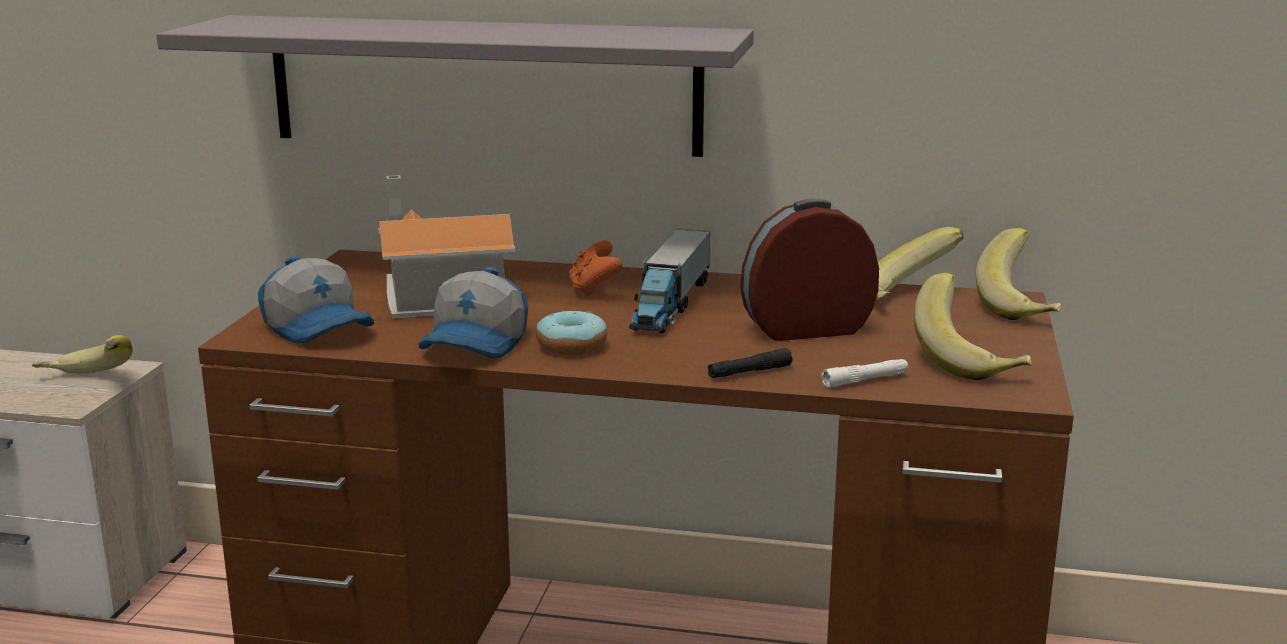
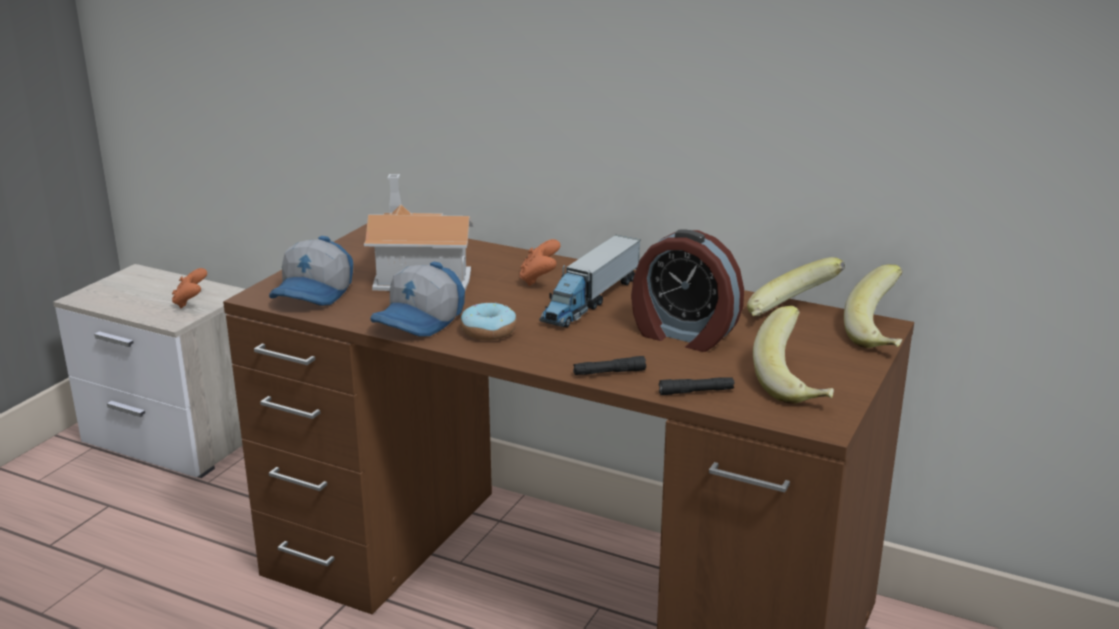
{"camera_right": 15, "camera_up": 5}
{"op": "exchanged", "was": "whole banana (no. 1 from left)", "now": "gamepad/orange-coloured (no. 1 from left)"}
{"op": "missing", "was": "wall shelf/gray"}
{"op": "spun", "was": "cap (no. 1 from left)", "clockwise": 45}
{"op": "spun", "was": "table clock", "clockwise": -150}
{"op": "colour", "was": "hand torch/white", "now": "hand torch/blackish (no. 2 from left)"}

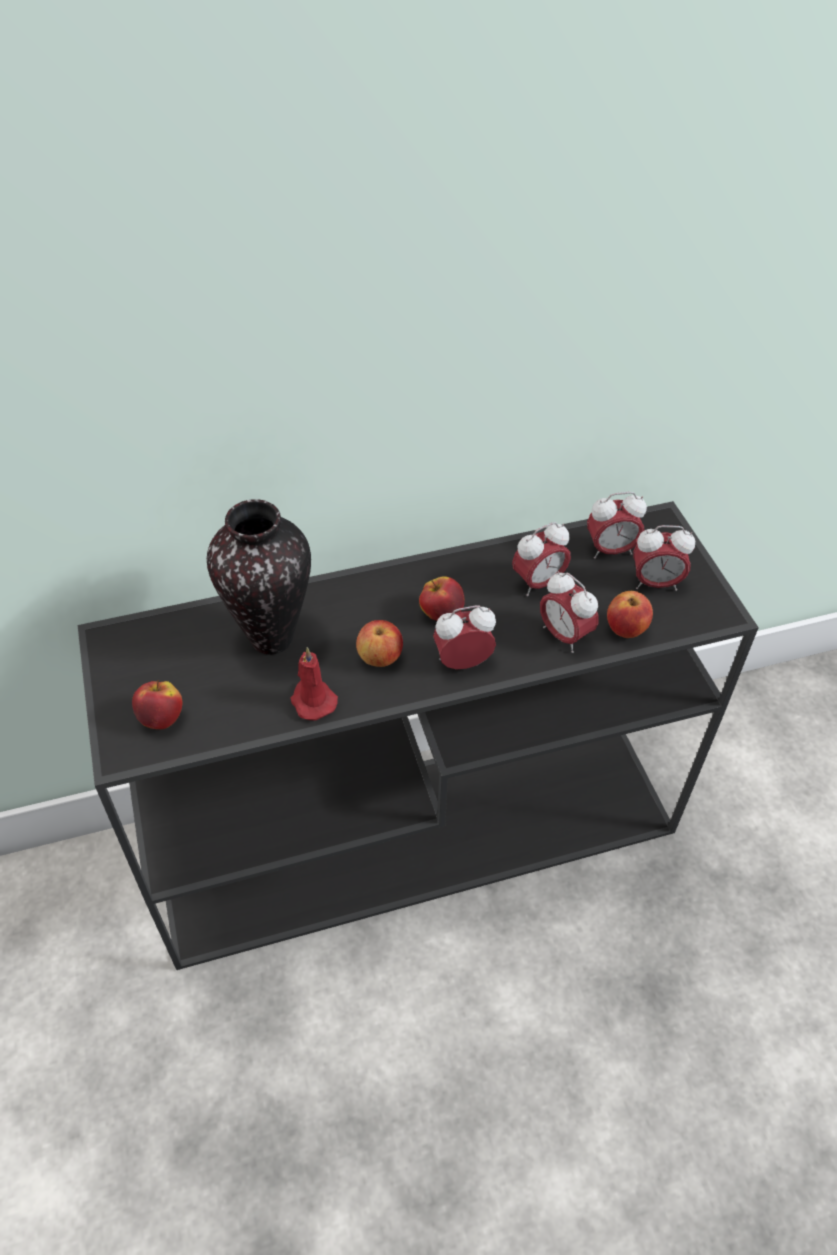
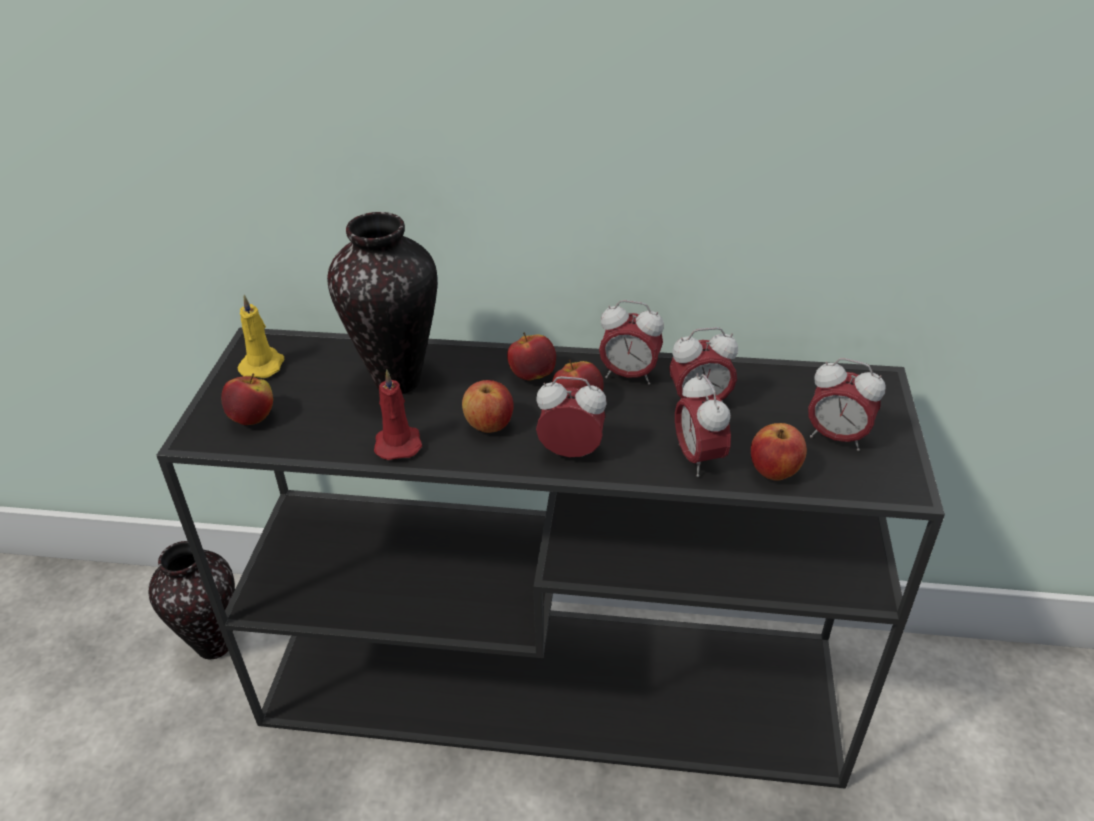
{"camera_right": 25, "camera_up": -10}
{"op": "relocated", "was": "table clock (no. 4 from left in the first image)", "now": "table clock (no. 2 from left)"}
{"op": "appeared", "now": "decorative vase (no. 1 from left)"}
{"op": "appeared", "now": "wax candle/yellow"}
{"op": "appeared", "now": "apple (no. 3 from left)"}

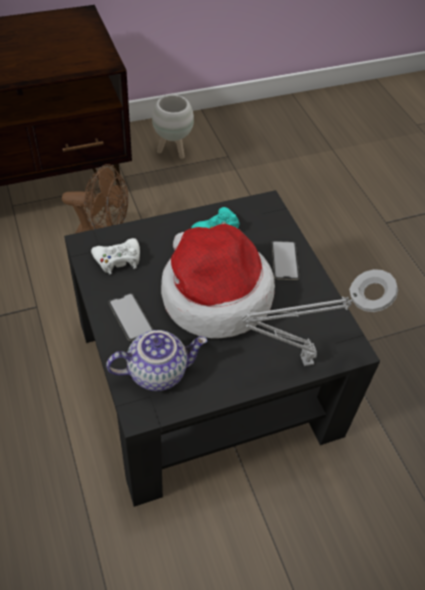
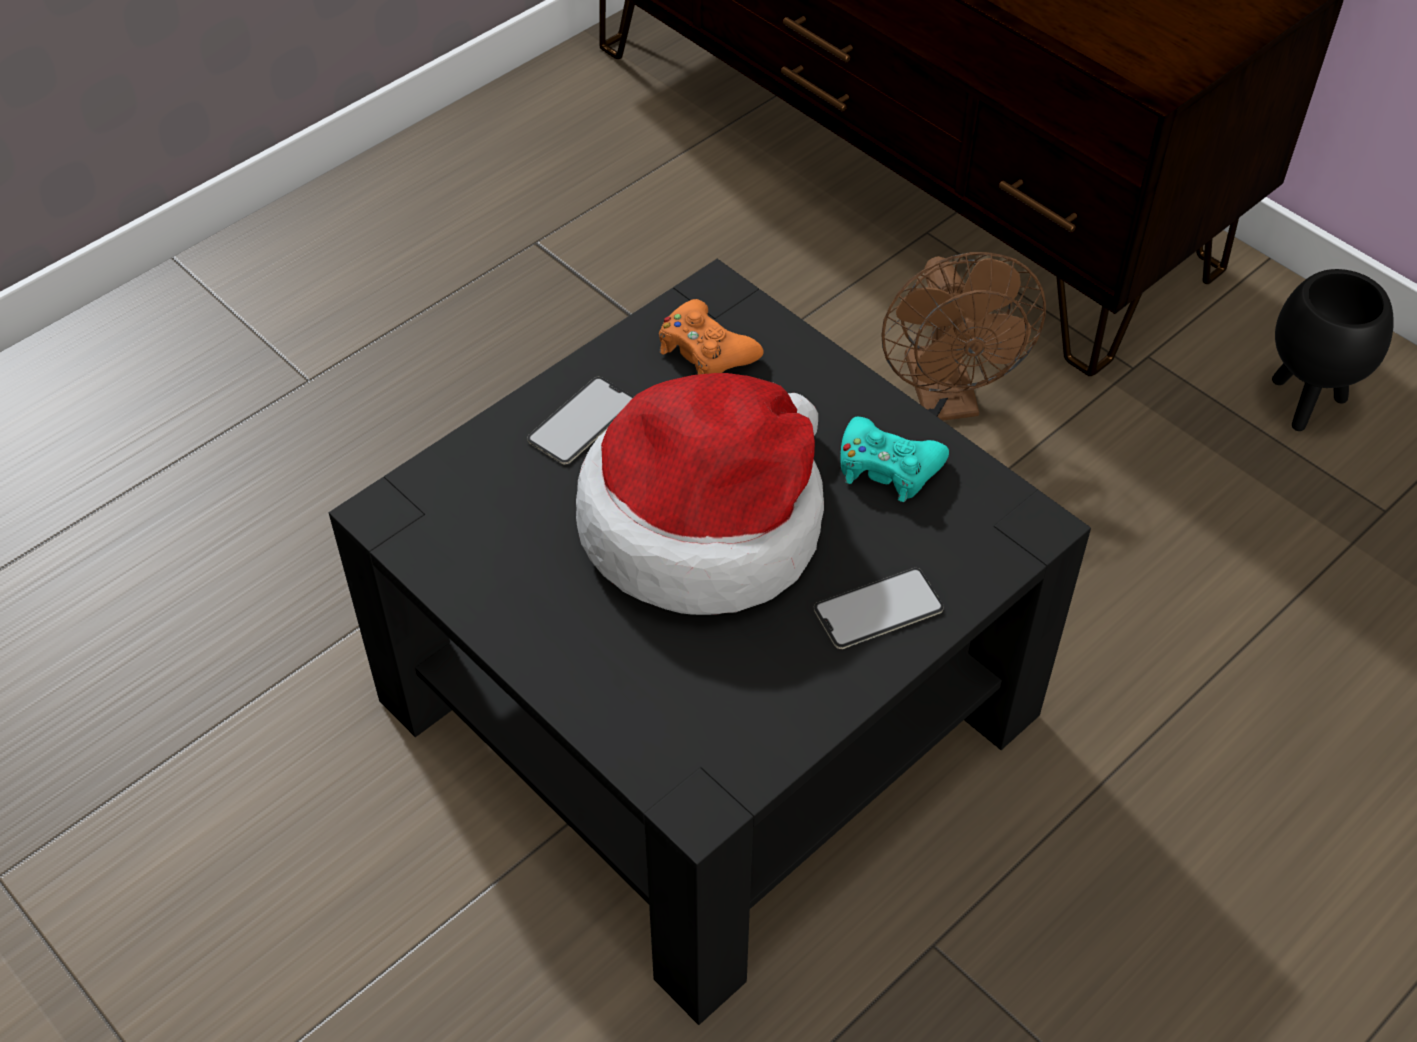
{"camera_right": 70, "camera_up": 0}
{"op": "colour", "was": "gamepad/white", "now": "gamepad/orange-coloured"}
{"op": "missing", "was": "tea pot"}
{"op": "colour", "was": "planter/white", "now": "planter/blackish"}
{"op": "missing", "was": "lamp for a table/gray"}

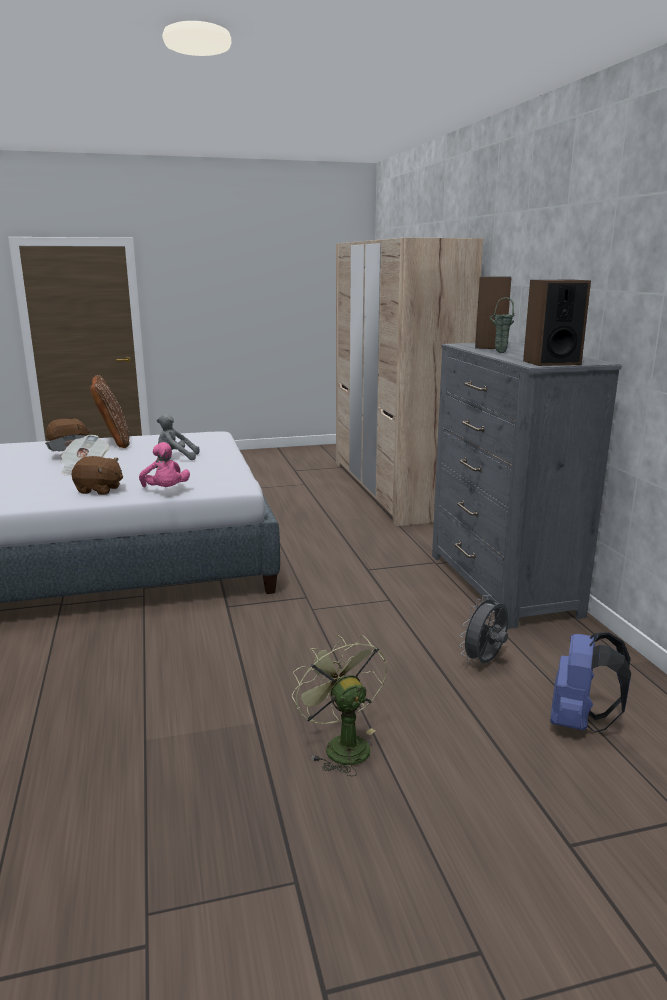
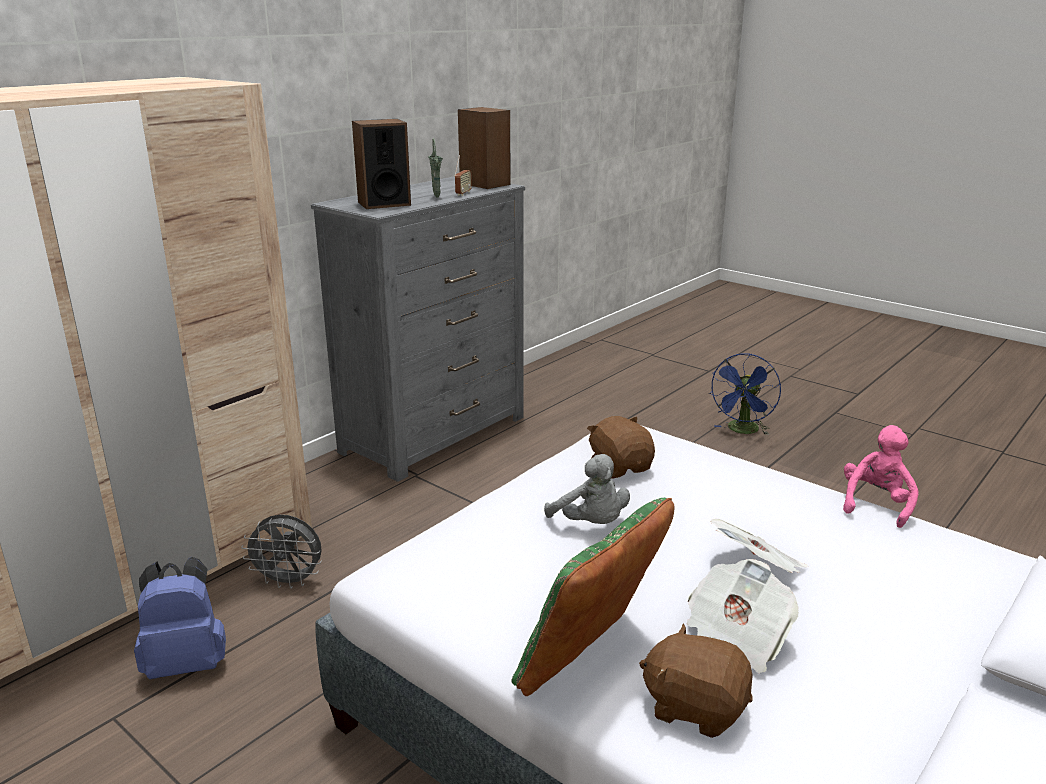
{"camera_right": -125, "camera_up": 5}
{"op": "relocated", "was": "plush toy/brown-coloured (no. 2 from left in the first image)", "now": "plush toy/brown-coloured (no. 1 from left)"}
{"op": "colour", "was": "pillow/brown-coloured", "now": "pillow/green"}
{"op": "relocated", "was": "plush toy/pink"}
{"op": "colour", "was": "cooling fan/green", "now": "cooling fan/blue-coloured"}
{"op": "relocated", "was": "cooling fan/gray"}
{"op": "relocated", "was": "backpack/blue-coloured"}
{"op": "appeared", "now": "radio set"}

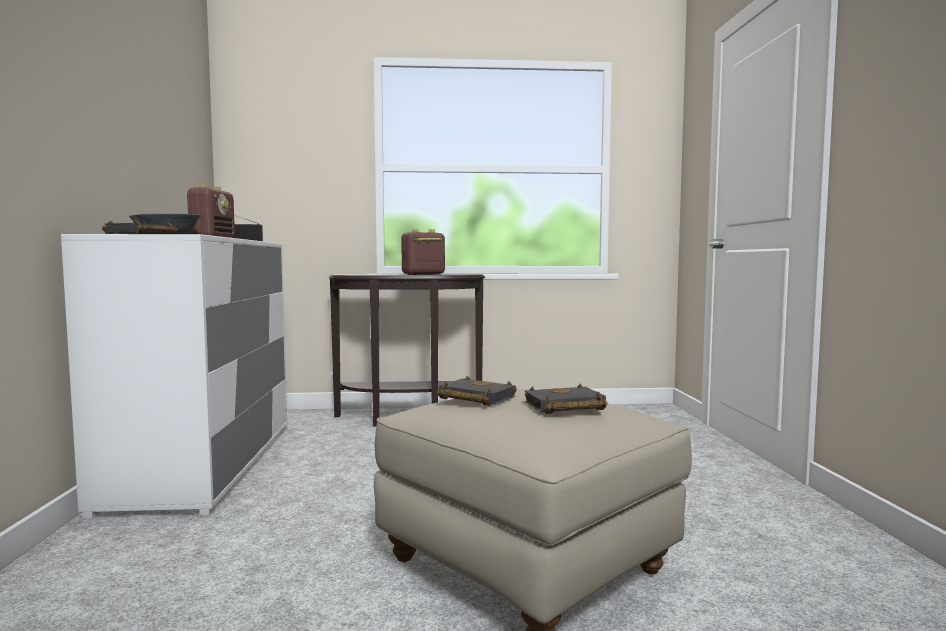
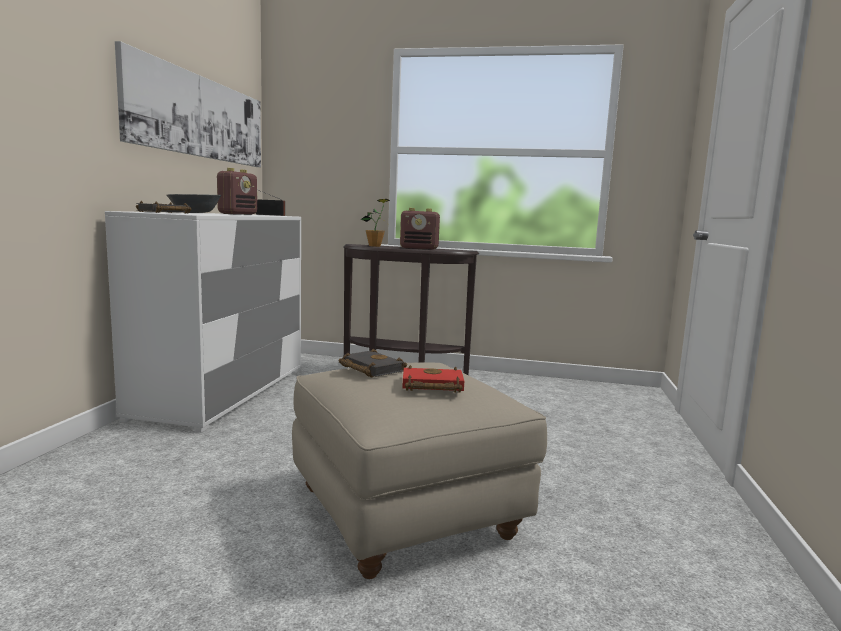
{"camera_right": 15, "camera_up": 5}
{"op": "spun", "was": "radio set (no. 3 from left)", "clockwise": -150}
{"op": "colour", "was": "book/blackish (no. 3 from left)", "now": "book/reddish"}
{"op": "appeared", "now": "wall picture"}
{"op": "appeared", "now": "potted plant"}

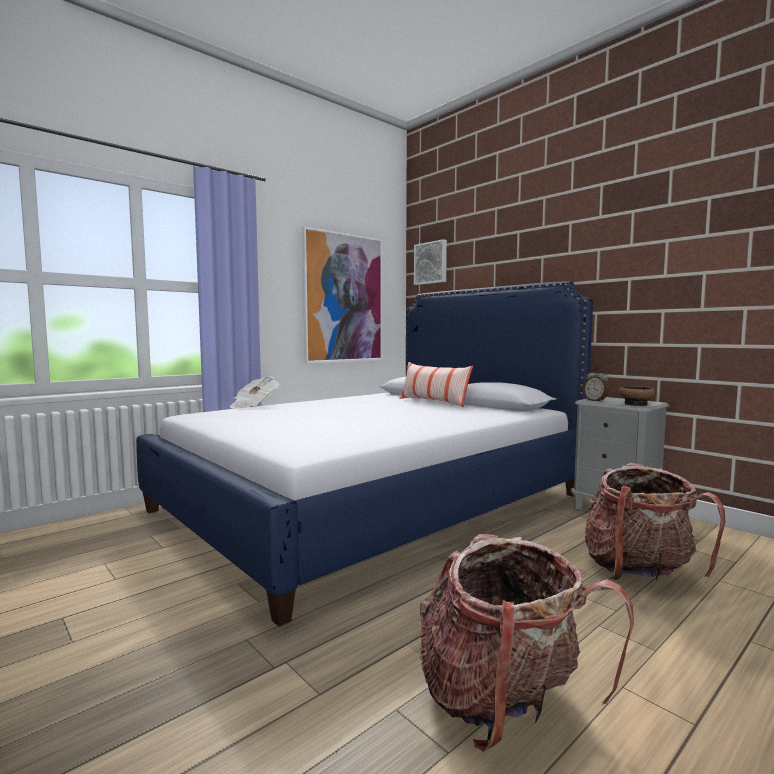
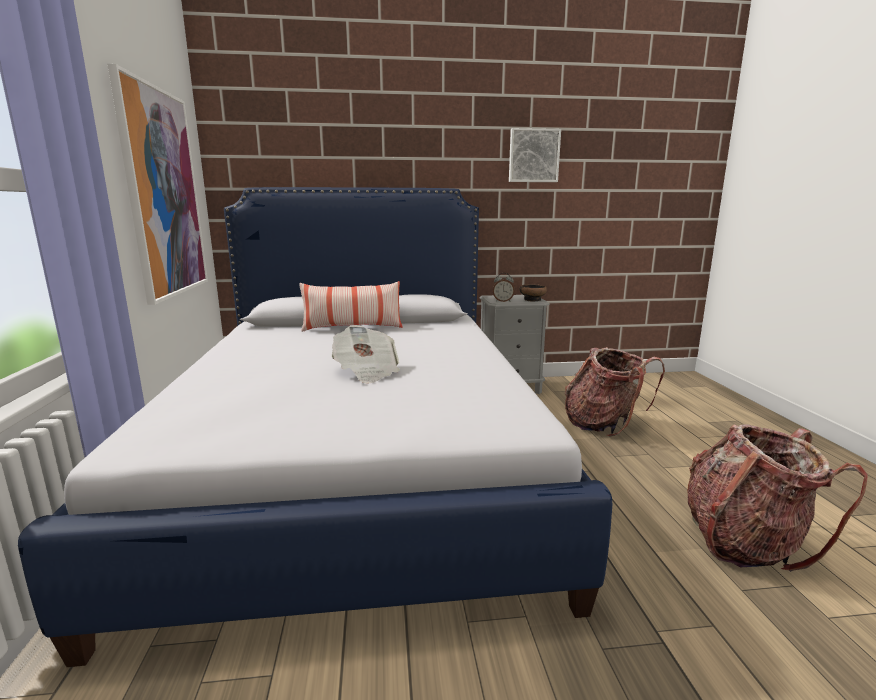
{"camera_right": -55, "camera_up": 10}
{"op": "relocated", "was": "printed paper"}
{"op": "relocated", "was": "wall picture (no. 2 from left)"}

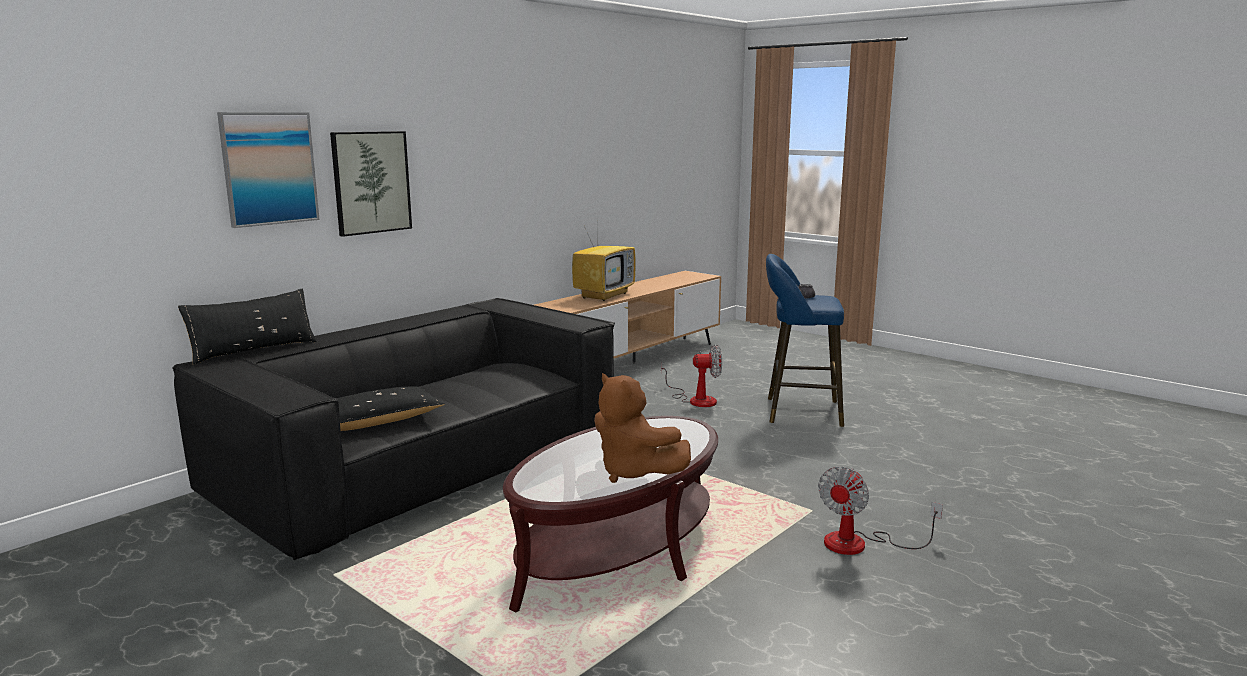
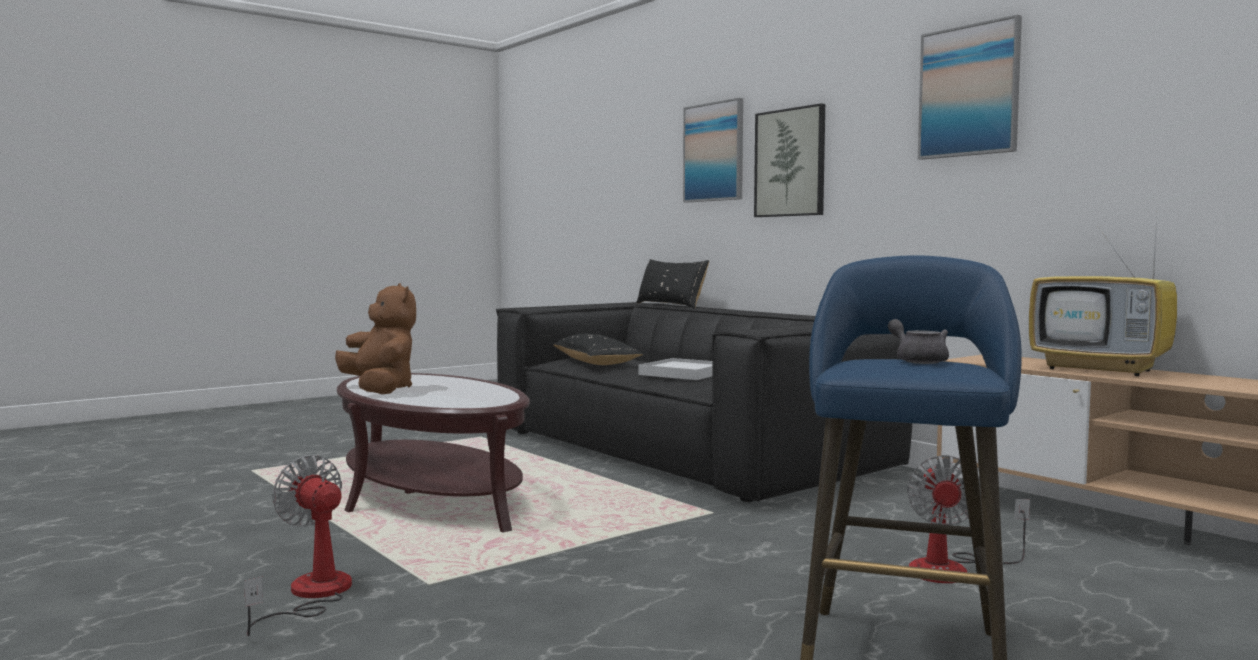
{"camera_right": 100, "camera_up": -10}
{"op": "spun", "was": "plush toy/brown-coloured", "clockwise": 90}
{"op": "appeared", "now": "tray/white"}
{"op": "appeared", "now": "wall picture (no. 3 from left)"}

